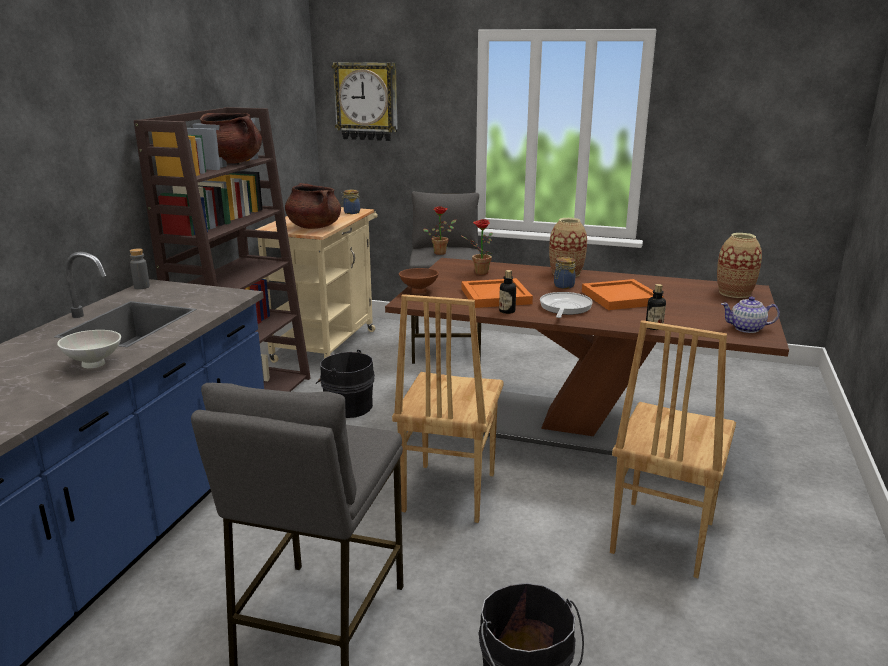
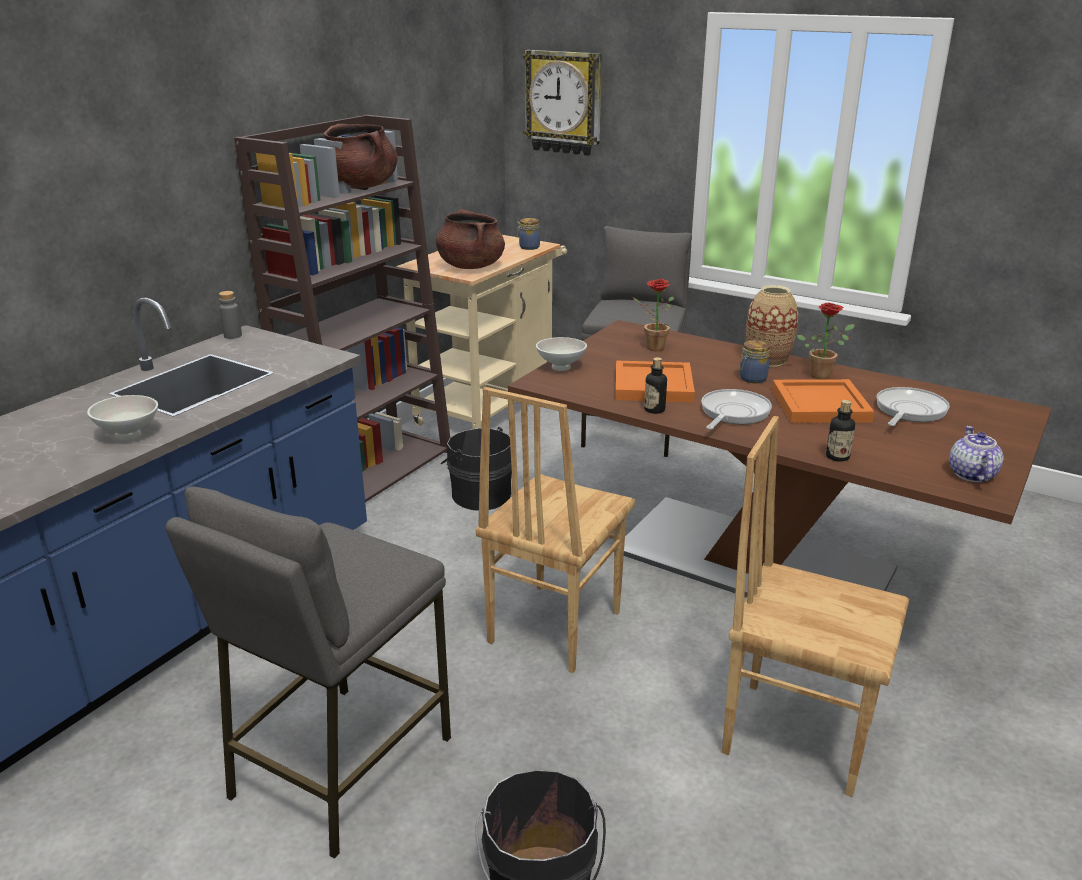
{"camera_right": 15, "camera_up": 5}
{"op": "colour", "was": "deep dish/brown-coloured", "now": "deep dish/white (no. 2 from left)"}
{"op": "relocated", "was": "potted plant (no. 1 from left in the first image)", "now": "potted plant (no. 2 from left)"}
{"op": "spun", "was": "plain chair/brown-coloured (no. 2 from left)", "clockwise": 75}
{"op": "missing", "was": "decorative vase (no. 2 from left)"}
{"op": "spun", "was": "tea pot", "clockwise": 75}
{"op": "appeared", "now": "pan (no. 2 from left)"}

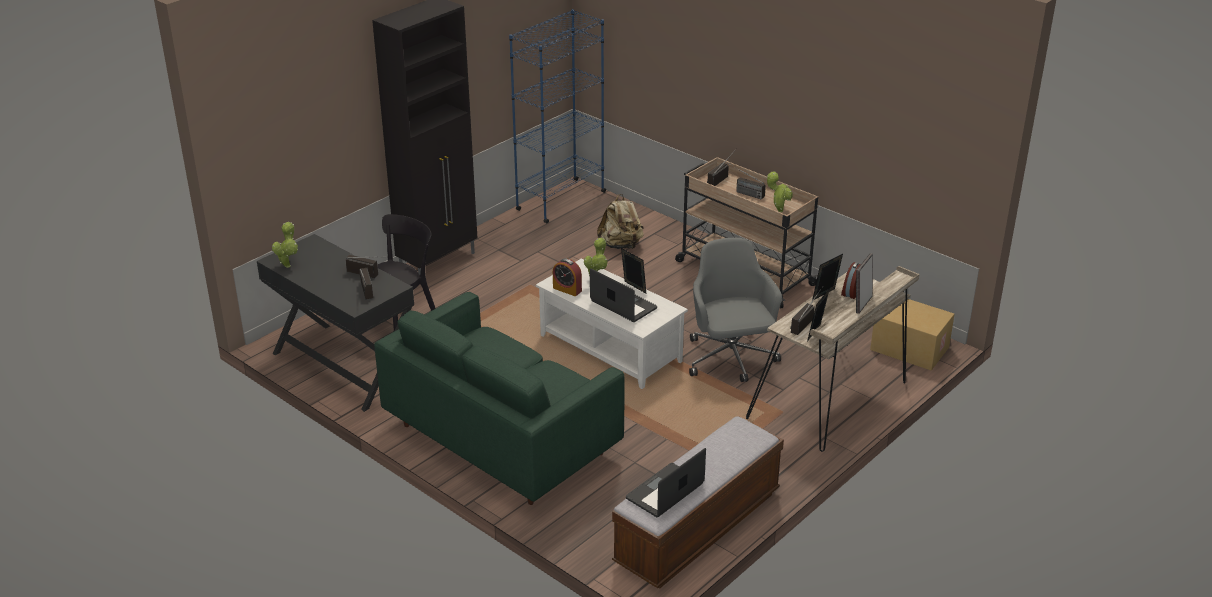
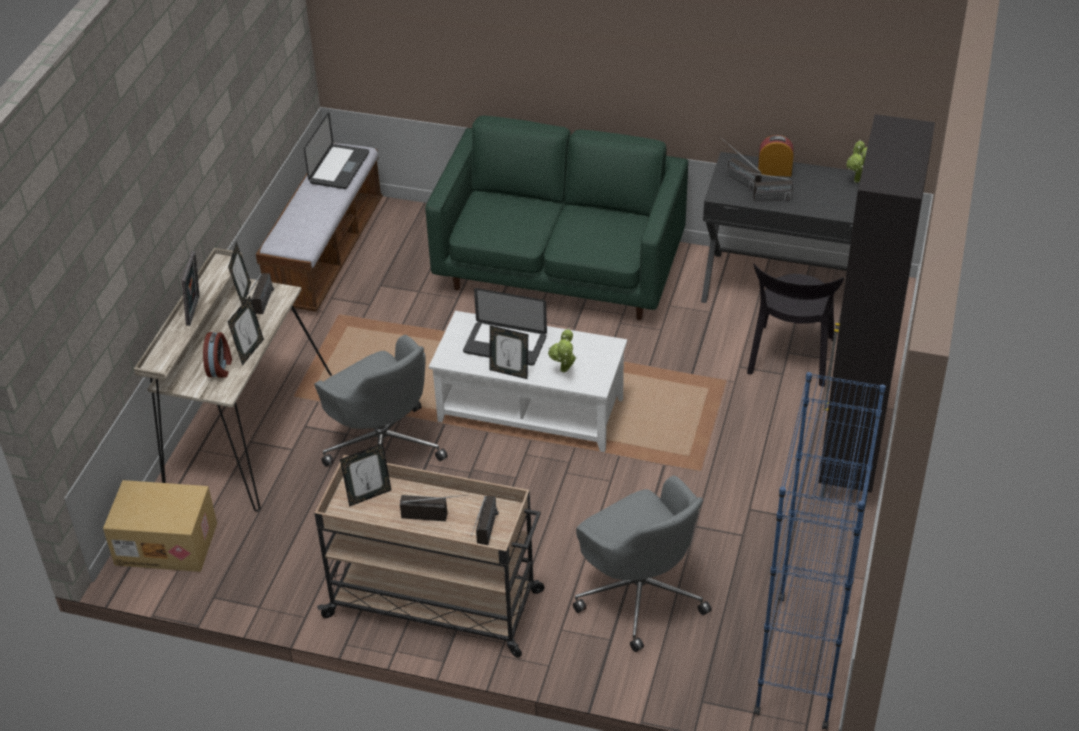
{"camera_right": 155, "camera_up": 10}
{"op": "relocated", "was": "table clock (no. 1 from left in the first image)", "now": "table clock (no. 2 from left)"}
{"op": "exchanged", "was": "backpack/sand-coloured", "now": "computer chair/gray (no. 2 from left)"}
{"op": "exchanged", "was": "potted plant (no. 3 from left)", "now": "standing frame (no. 4 from left)"}

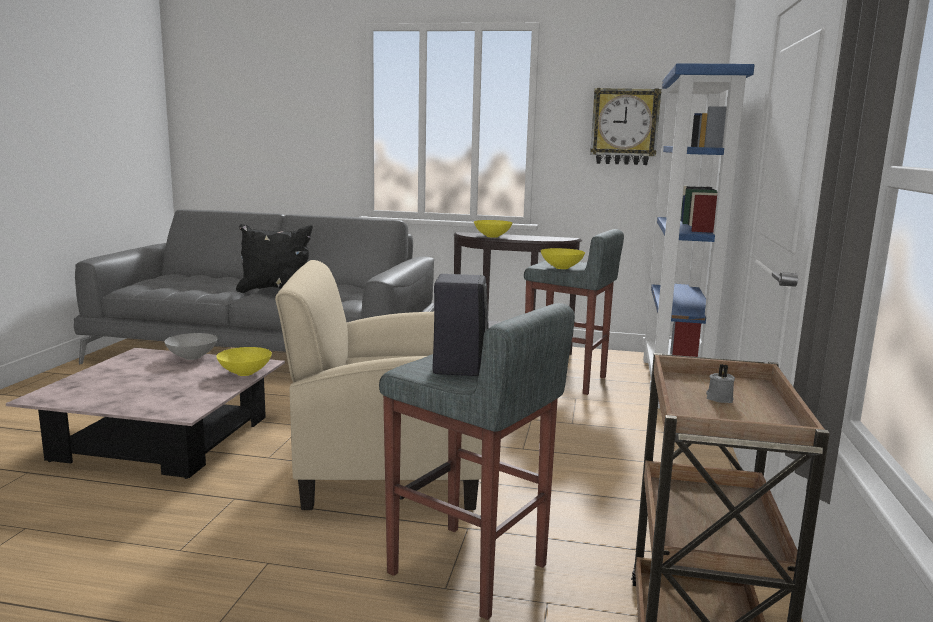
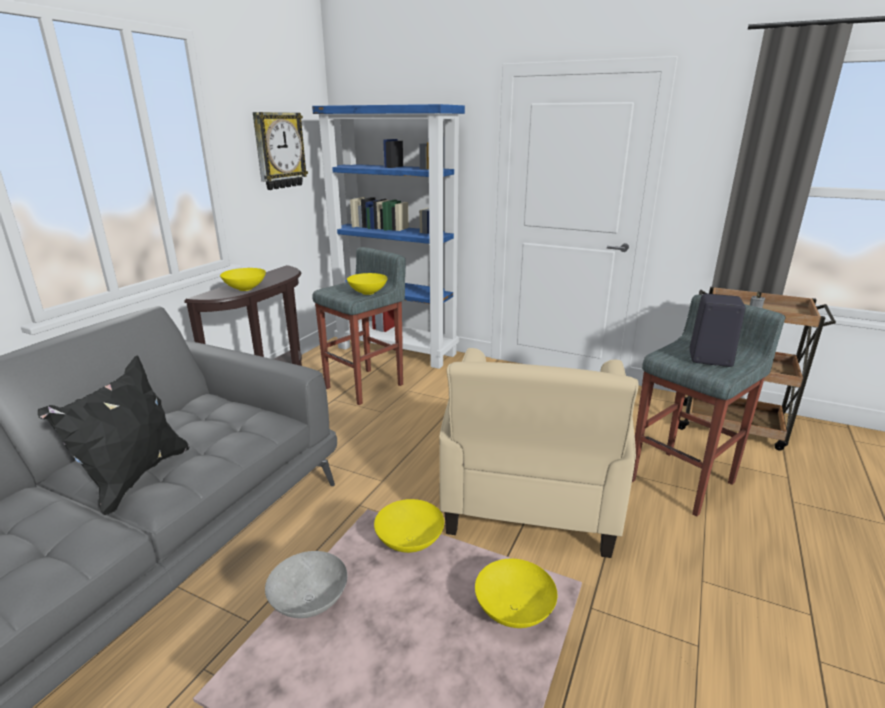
{"camera_right": -75, "camera_up": 10}
{"op": "appeared", "now": "deep dish/yellow (no. 4 from left)"}

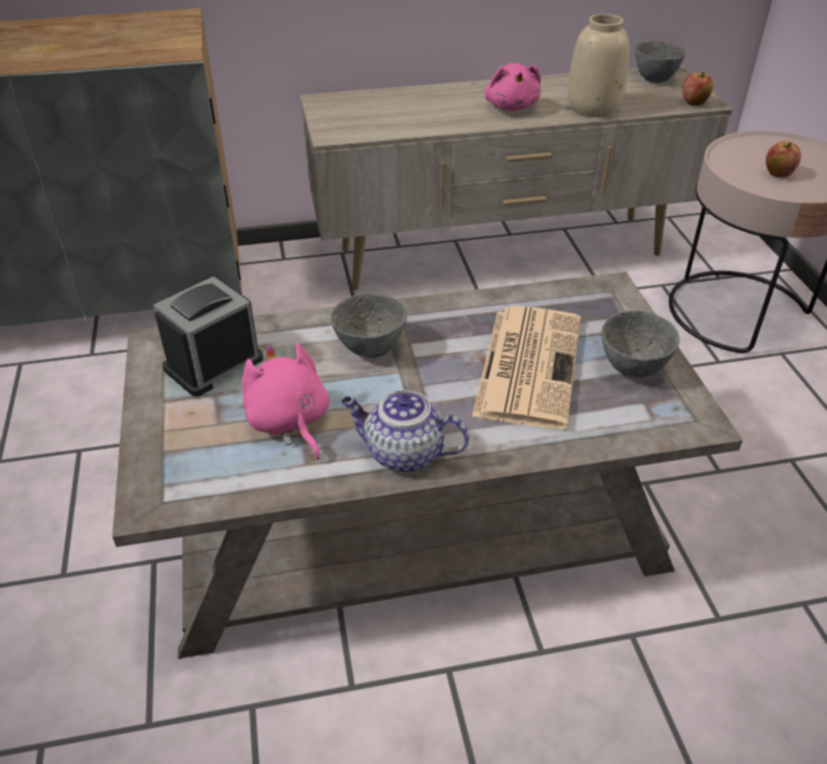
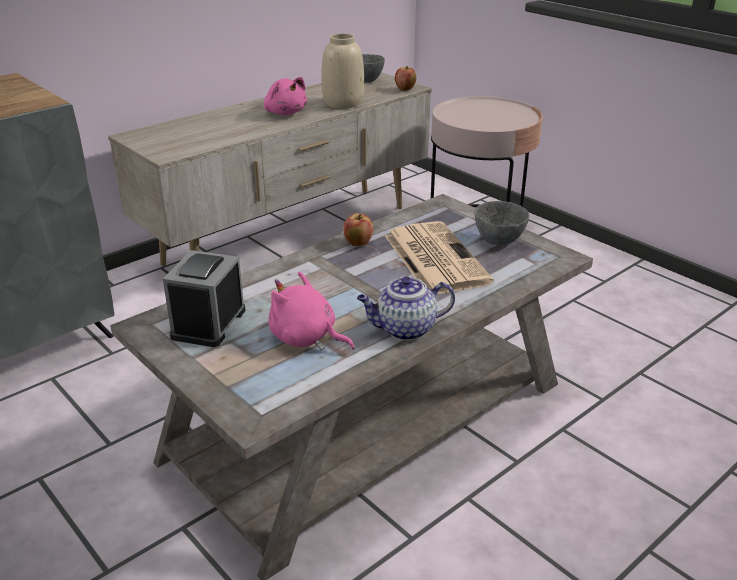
{"camera_right": -30, "camera_up": -10}
{"op": "missing", "was": "deep dish/gray (no. 1 from left)"}
{"op": "relocated", "was": "apple (no. 2 from left in the first image)", "now": "apple (no. 1 from left)"}

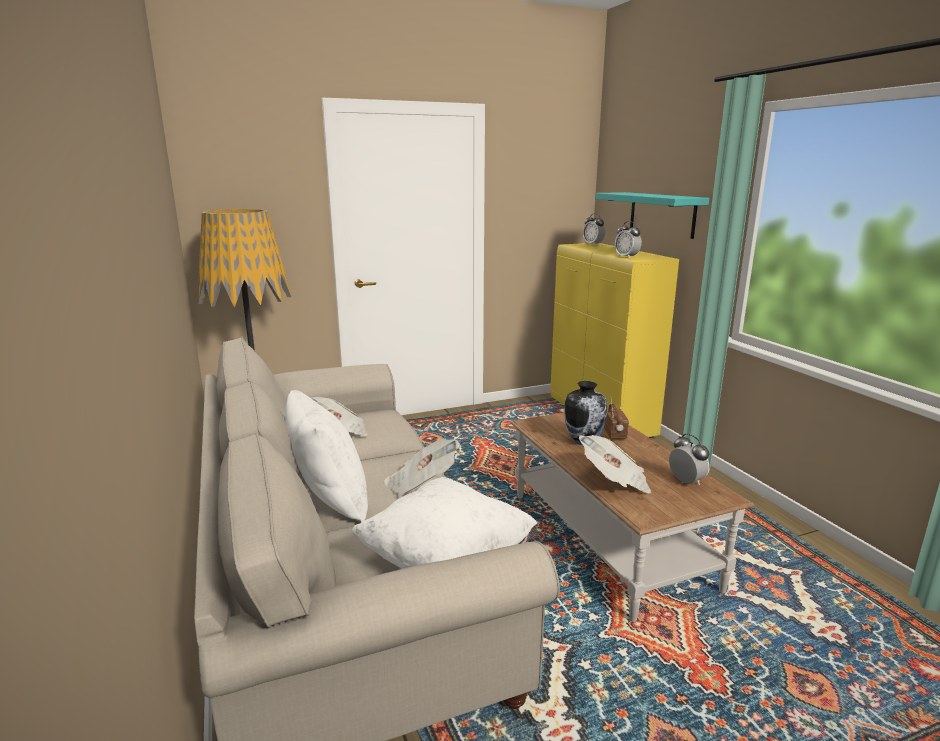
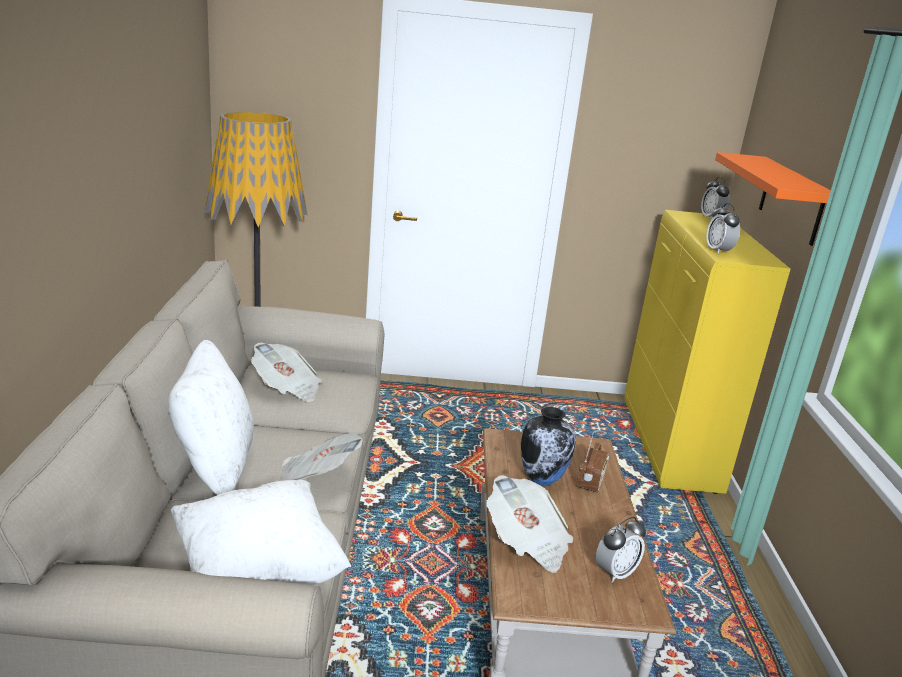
{"camera_right": 20, "camera_up": 5}
{"op": "colour", "was": "wall shelf/turquoise", "now": "wall shelf/orange-coloured"}
{"op": "spun", "was": "table clock (no. 3 from left in the first image)", "clockwise": 60}

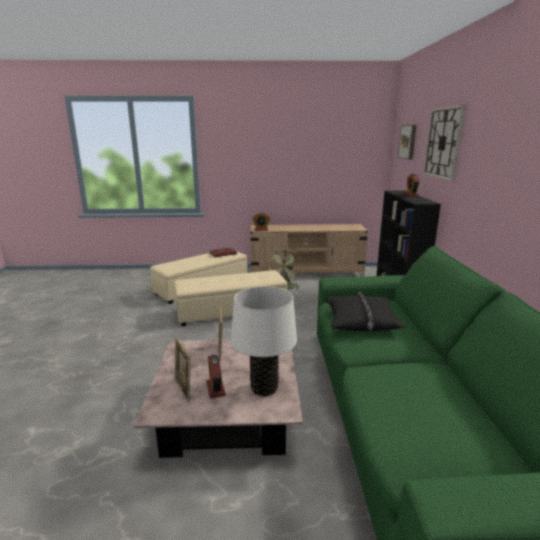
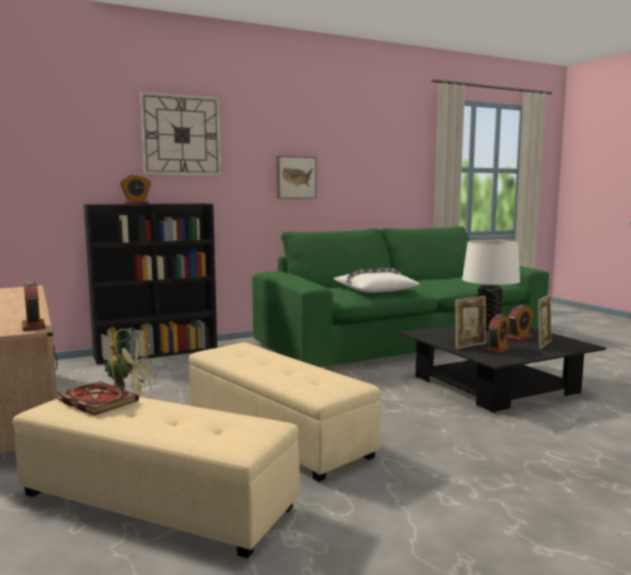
{"camera_right": -115, "camera_up": -10}
{"op": "colour", "was": "lounge table/pink", "now": "lounge table/blackish"}
{"op": "colour", "was": "pillow/blackish", "now": "pillow/white"}
{"op": "relocated", "was": "wall picture"}
{"op": "appeared", "now": "table clock (no. 3 from left)"}

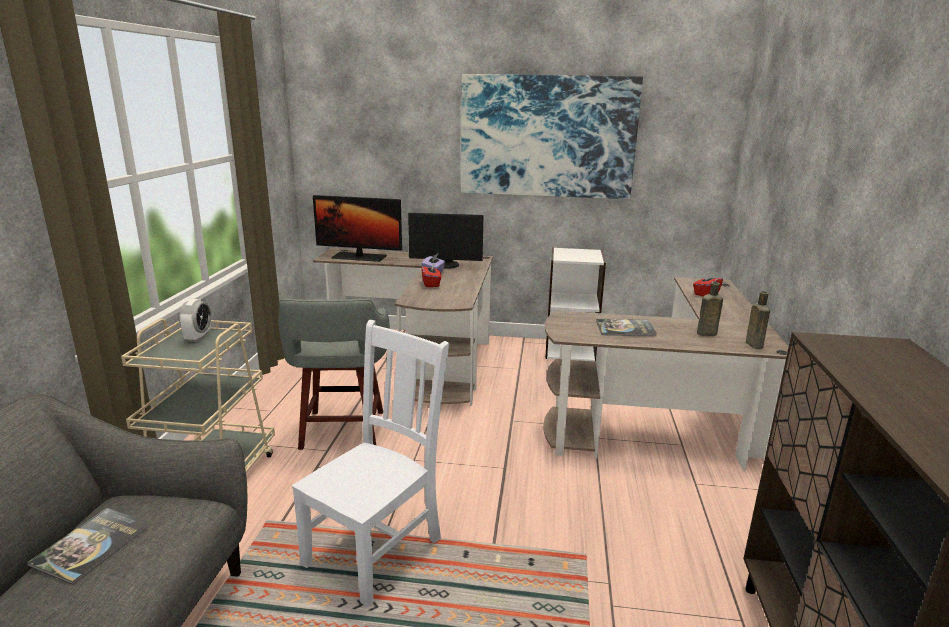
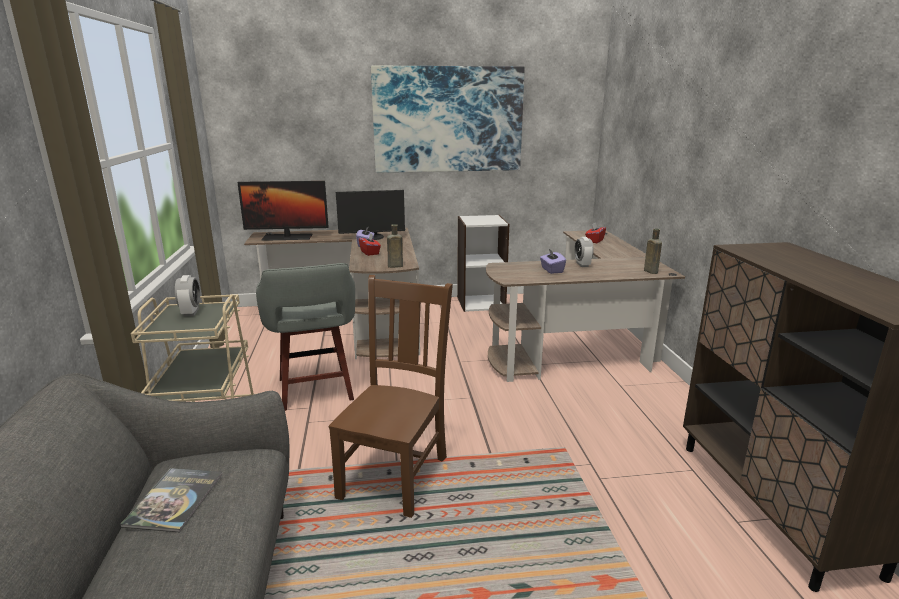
{"camera_right": -15, "camera_up": 0}
{"op": "colour", "was": "plain chair/white", "now": "plain chair/brown-coloured"}
{"op": "exchanged", "was": "book (no. 2 from left)", "now": "tissue holder/purplish (no. 2 from left)"}
{"op": "relocated", "was": "beverage bottle/brown-coloured (no. 1 from left)"}
{"op": "appeared", "now": "table clock (no. 2 from left)"}

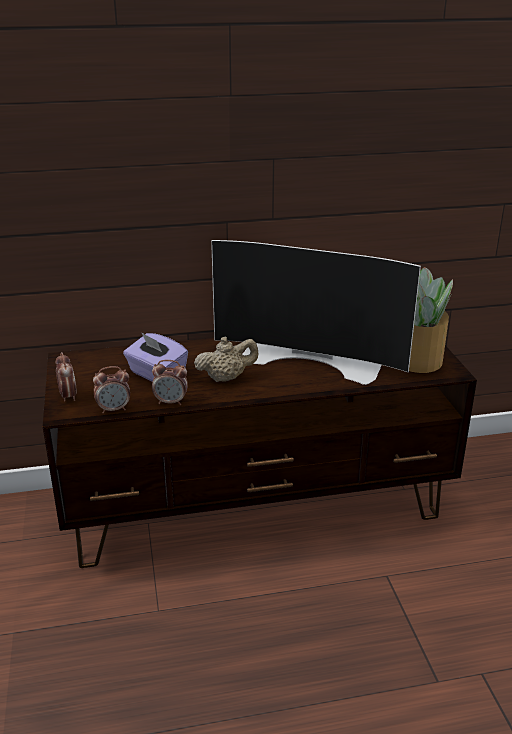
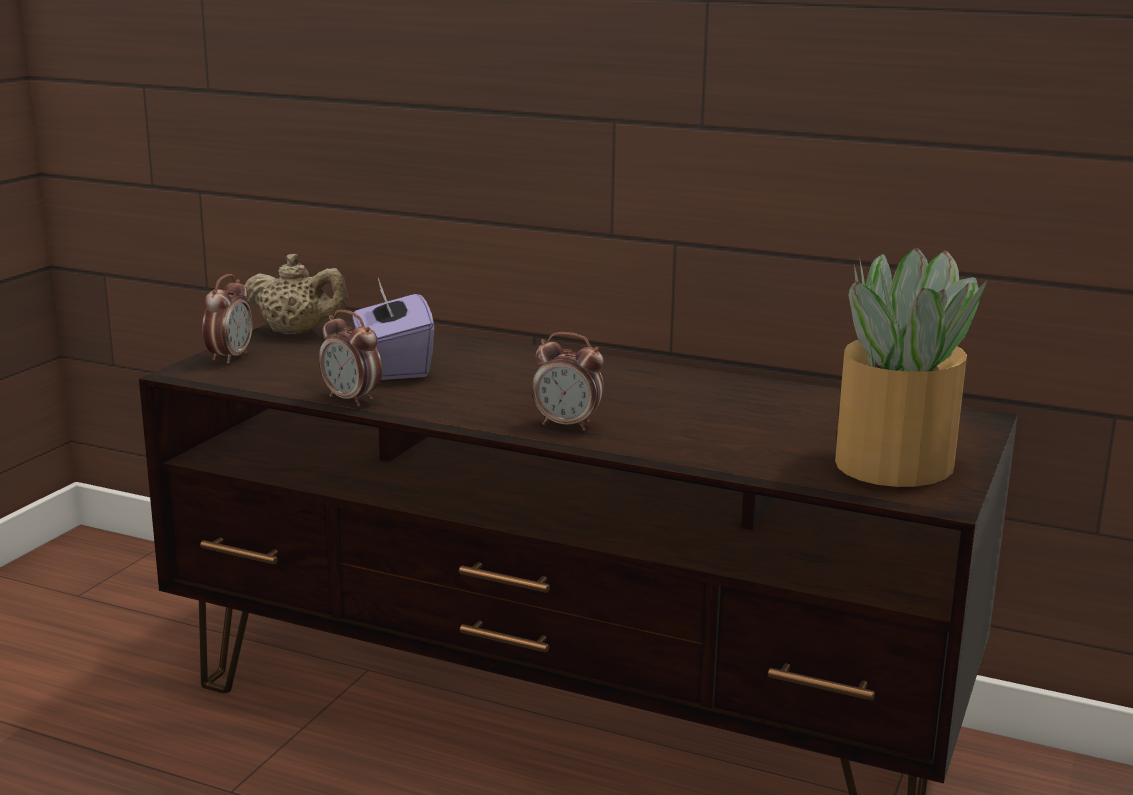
{"camera_right": 35, "camera_up": -10}
{"op": "relocated", "was": "table clock (no. 2 from left in the first image)", "now": "table clock (no. 3 from left)"}
{"op": "relocated", "was": "tea pot/sand-coloured"}
{"op": "missing", "was": "television"}

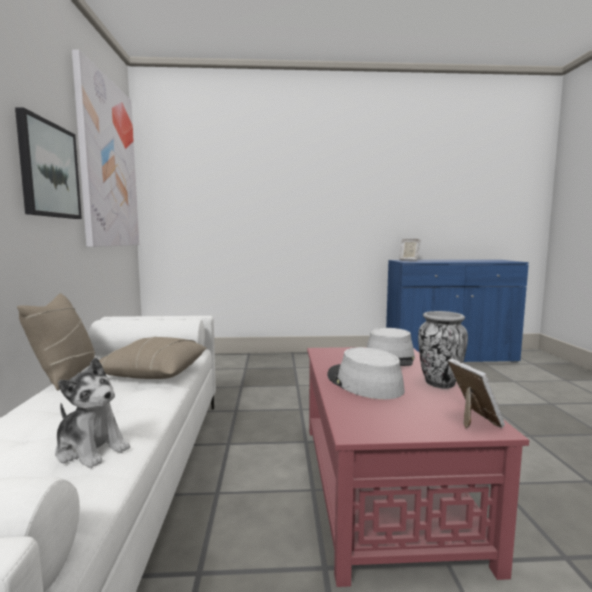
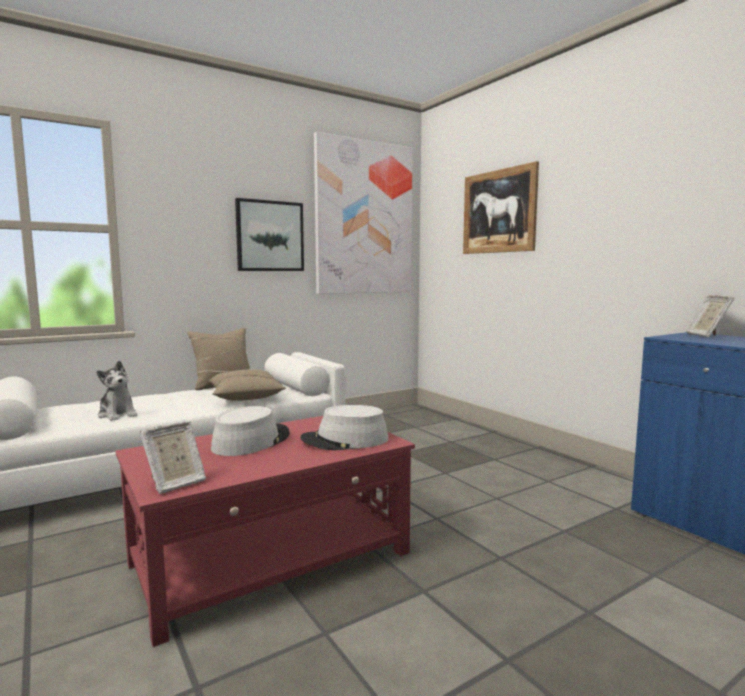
{"camera_right": 60, "camera_up": 0}
{"op": "spun", "was": "plush toy", "clockwise": -45}
{"op": "missing", "was": "decorative vase"}
{"op": "appeared", "now": "wall picture (no. 3 from left)"}

